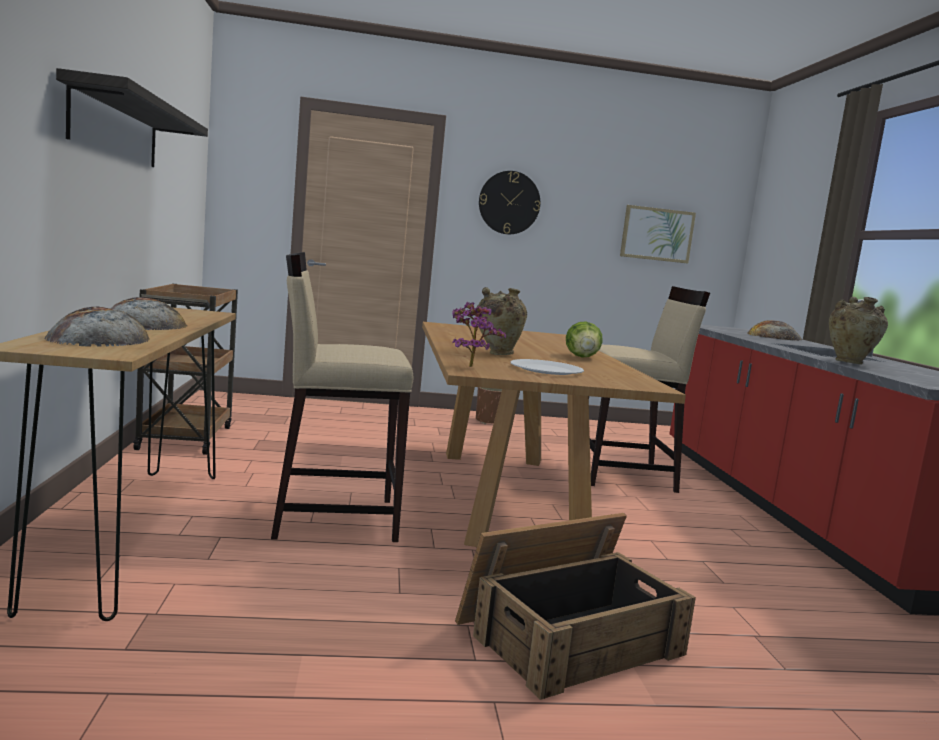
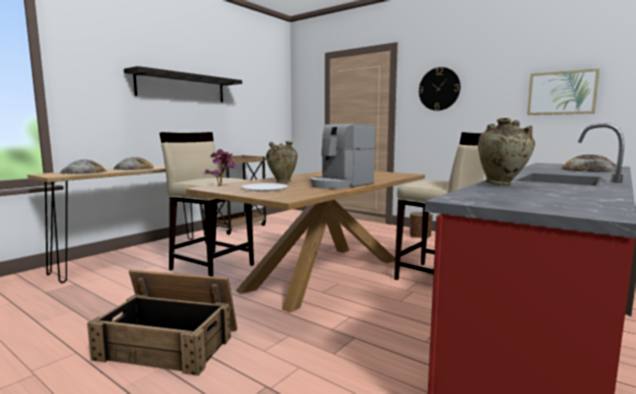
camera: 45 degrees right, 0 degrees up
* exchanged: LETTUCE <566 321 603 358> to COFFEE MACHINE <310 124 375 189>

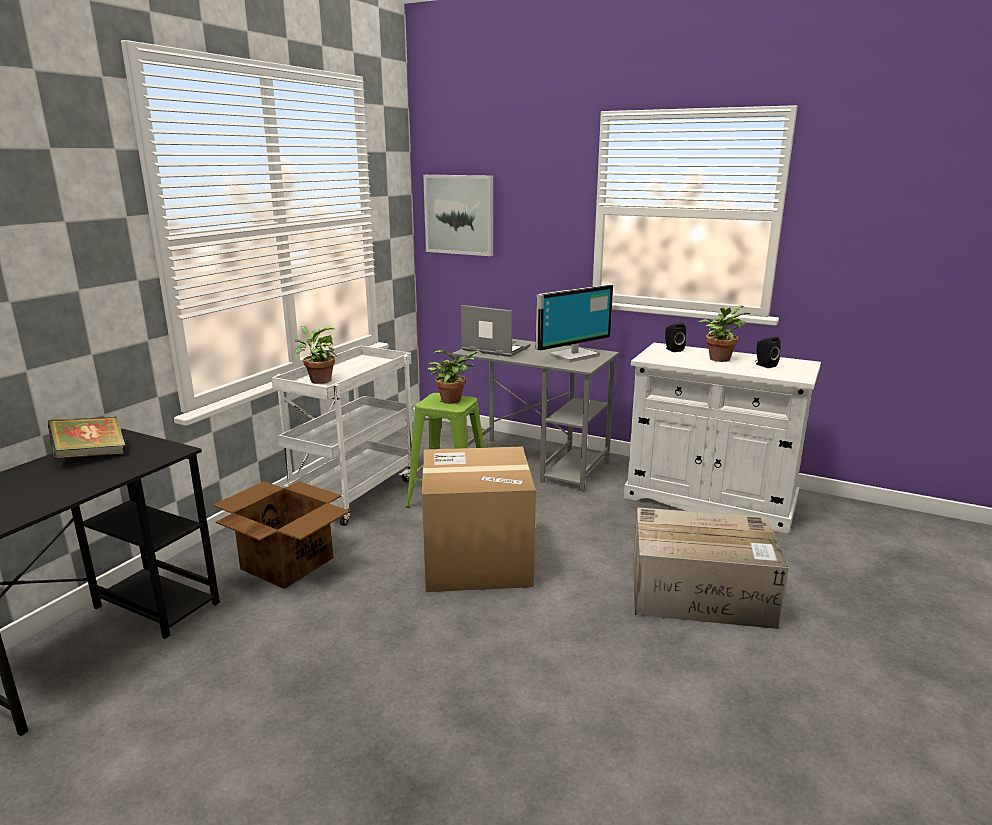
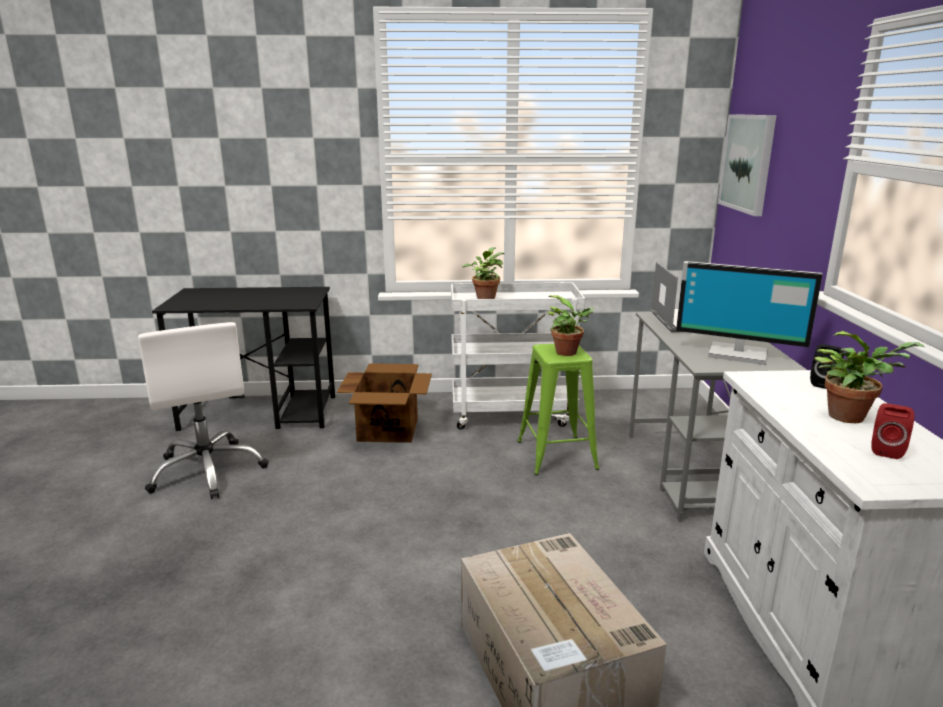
camera: 60 degrees right, 0 degrees up
* appeared: WHITE OFFICE CHAIR <138 322 269 499>
* colour: BLACK SPEAKER <755 337 781 368> to RED SPEAKER <871 403 914 459>
* missing: BOOK <48 417 125 459>
* missing: CARDBOARD BOX <422 446 536 592>

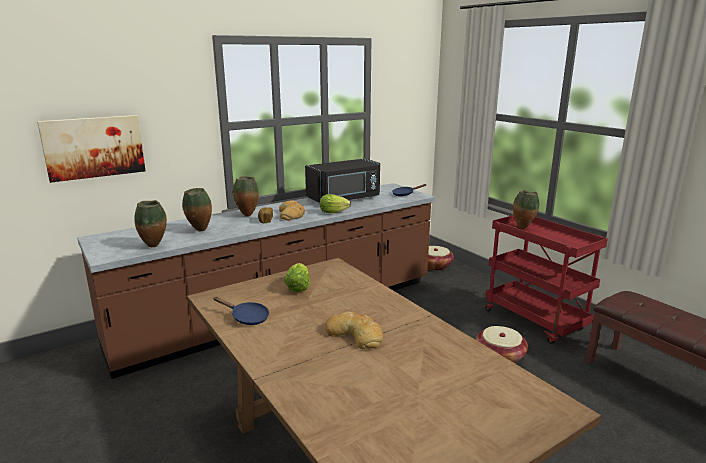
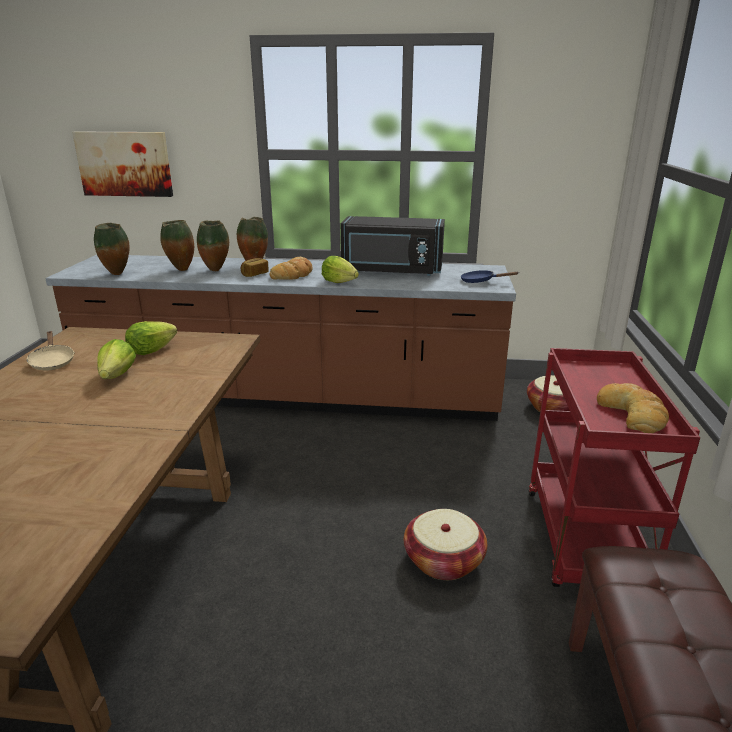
camera: 40 degrees right, 5 degrees up
* colour: BLUE FRYING PAN <213 297 269 325> to BEIGE FRYING PAN <26 331 75 371>
* appeared: LETTUCE <97 339 136 379>
* relocated: VASE <513 190 539 228> to <197 220 229 271>
* relocated: BREAD <325 311 383 349> to <597 383 669 433>

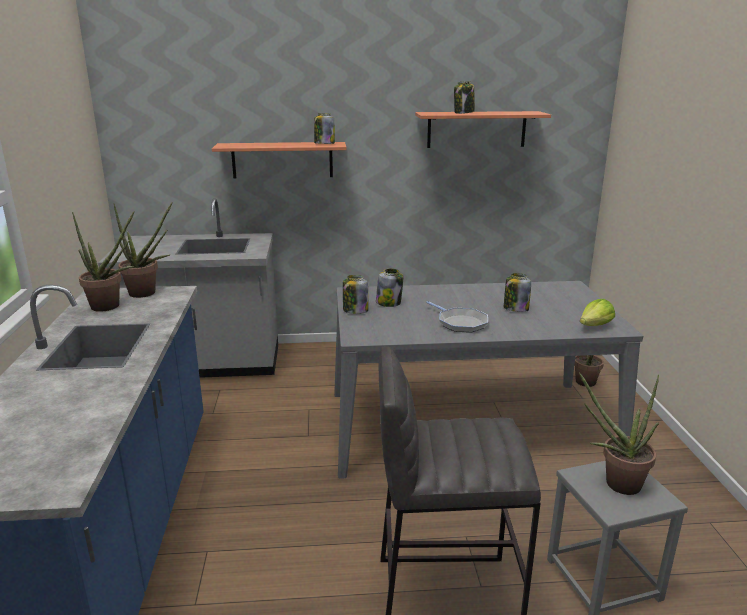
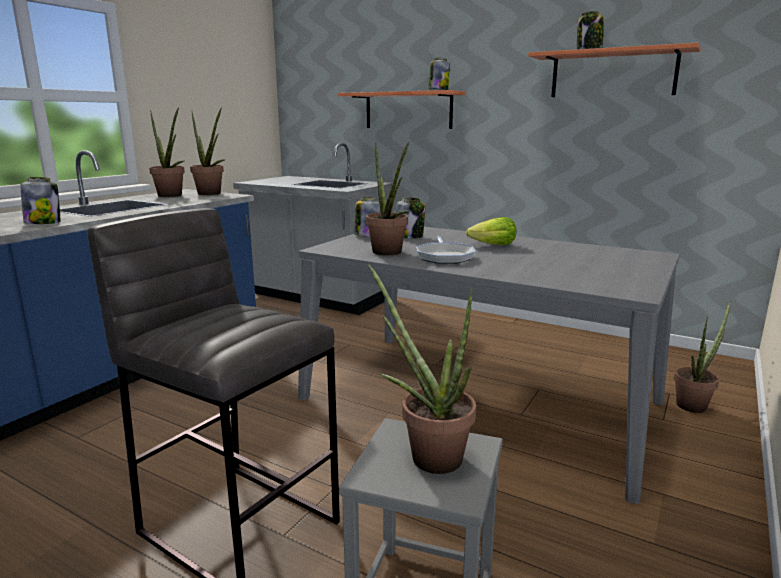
camera: 35 degrees right, 5 degrees down
* relocated: JAR <504 273 531 312> to <21 177 61 224>
* appeared: POTTED PLANT <366 142 410 255>
* relocated: LETTUCE <580 299 615 326> to <466 217 516 245>

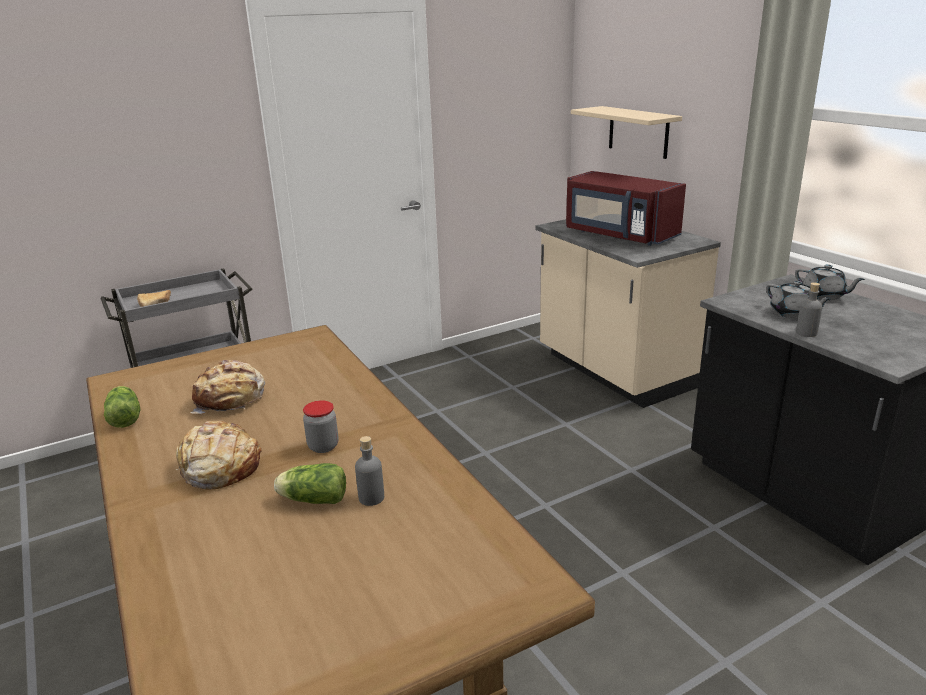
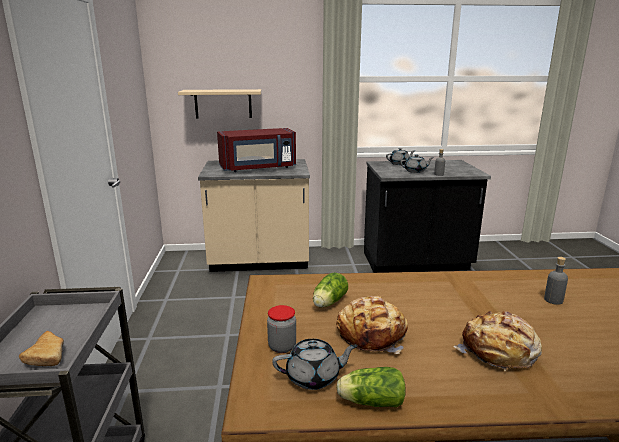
camera: 65 degrees left, 5 degrees down
* relocated: JAR <303 400 339 453> to <267 305 296 353>
* appeared: GREY TEAPOT <272 339 358 390>
* relocated: LETTUCE <274 463 346 504> to <313 273 348 308>

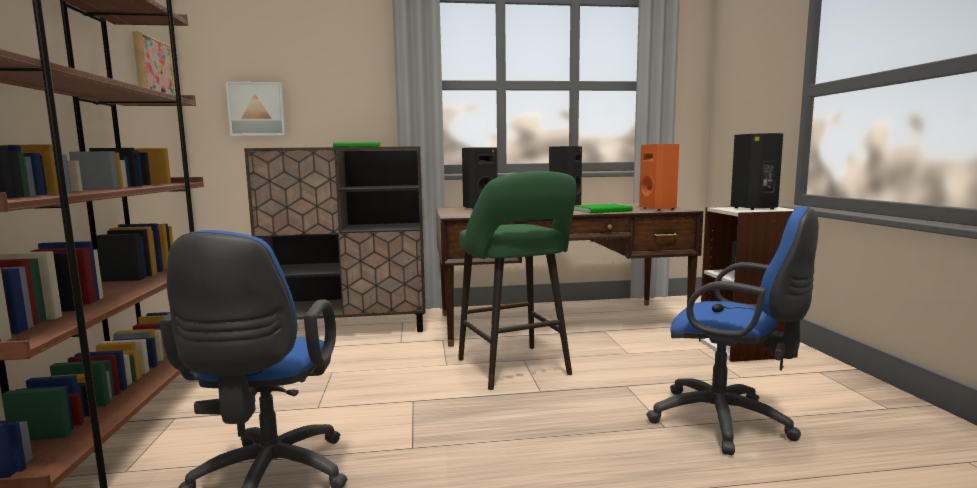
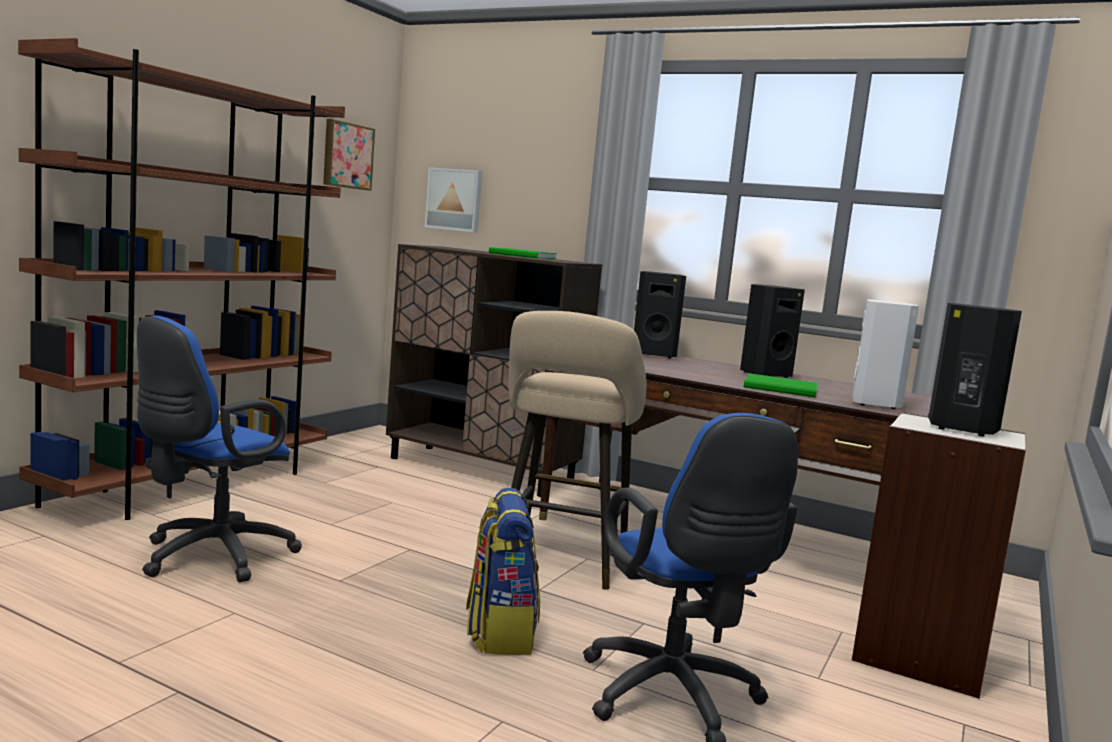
camera: 35 degrees right, 0 degrees up
* appeared: BACKPACK <466 488 540 655>
* colour: GREEN STOOL <458 171 576 390> to BEIGE STOOL <509 311 646 590>
* colour: ORANGE SPEAKER <639 144 679 210> to WHITE SPEAKER <852 299 919 409>

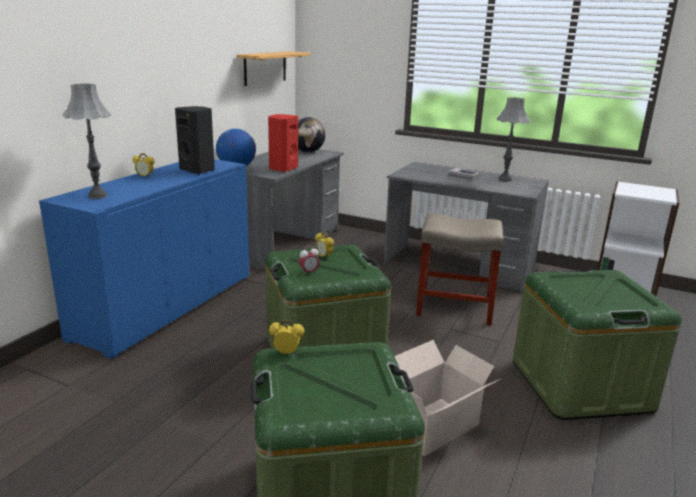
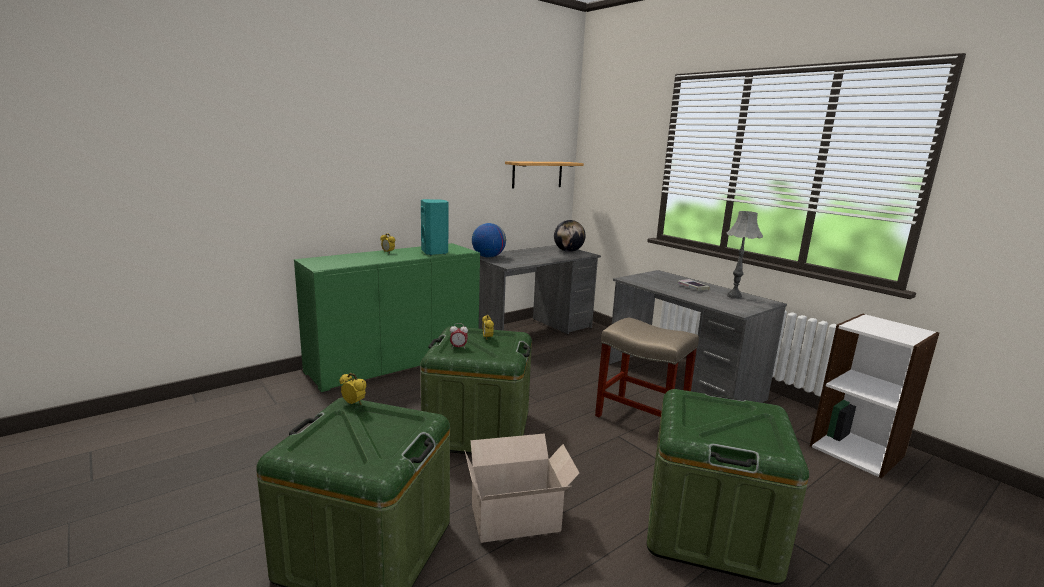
camera: 25 degrees right, 5 degrees down
* colour: BLUE CABINET <39 159 249 359> to GREEN CABINET <294 243 480 392>
* colour: BLACK SPEAKER <175 106 215 174> to TURQUOISE SPEAKER <421 199 448 255>
* missing: GREY TABLE LAMP <63 84 111 199>
* missing: RED SPEAKER <268 114 298 172>

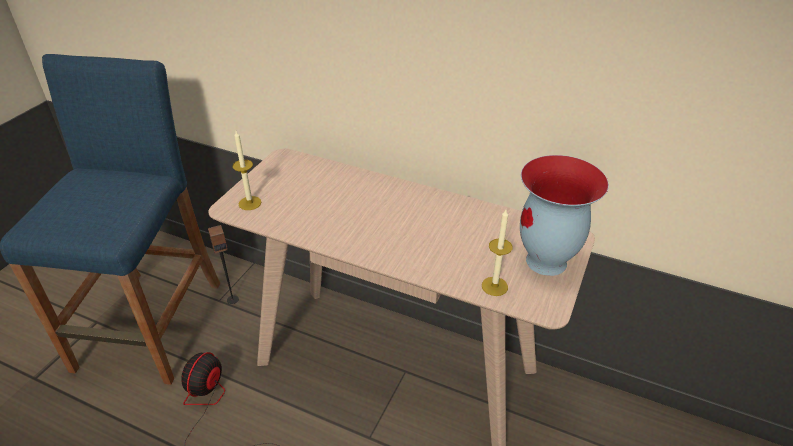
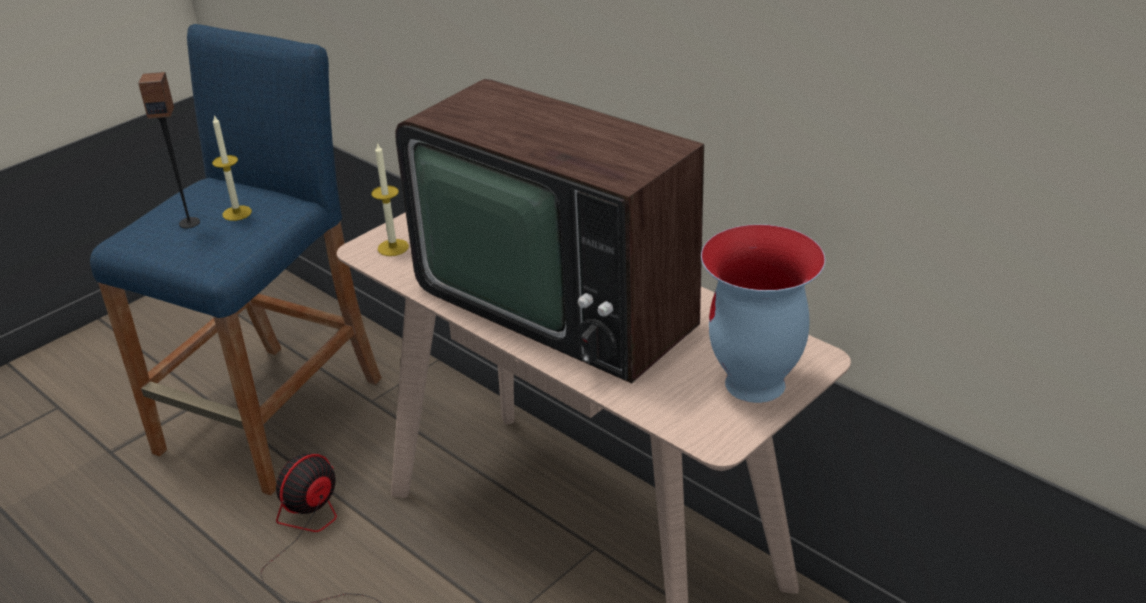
camera: 20 degrees right, 5 degrees down
* relocated: SPEAKER <208 225 239 304> to <138 72 200 228>
* relocated: CANDLE <482 210 513 296> to <212 114 252 221>
* appeared: TELEVISION <395 79 704 383>

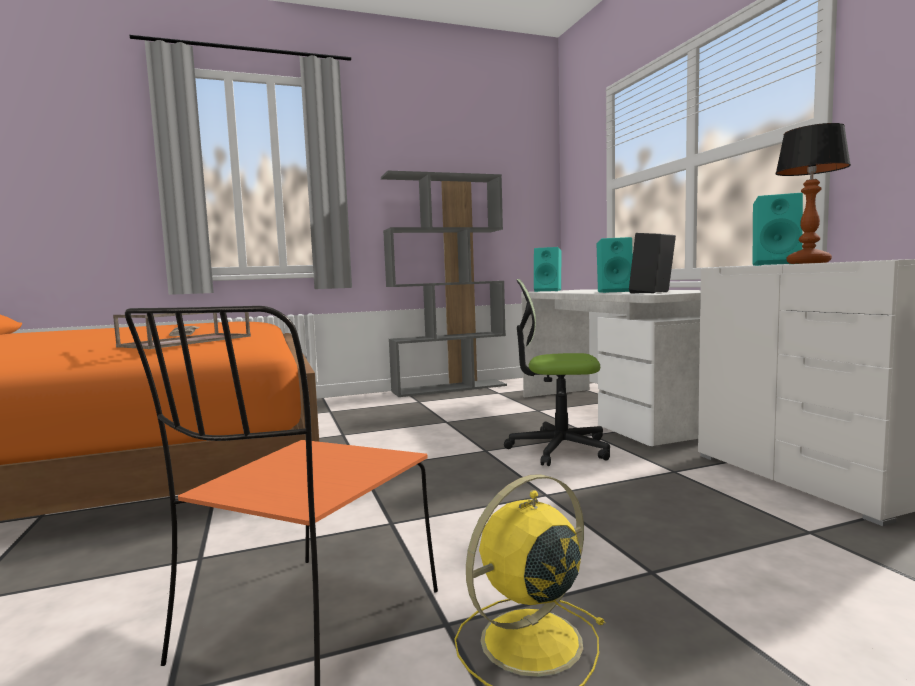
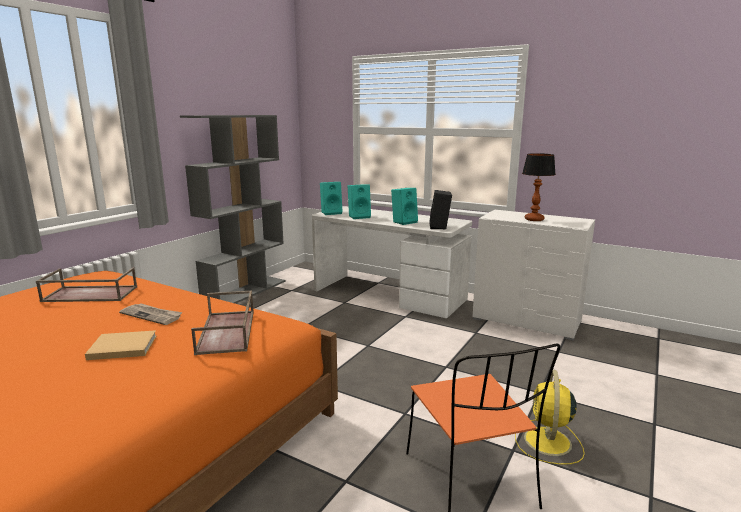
camera: 40 degrees left, 10 degrees up
* appeared: BROWN TRAY <36 268 137 302>
* appeared: BEIGE BOOK <85 330 157 360>
* relocated: TURQUOISE SPEAKER <752 193 803 266> to <348 184 371 219>
* missing: OFFICE CHAIR <504 279 610 466>

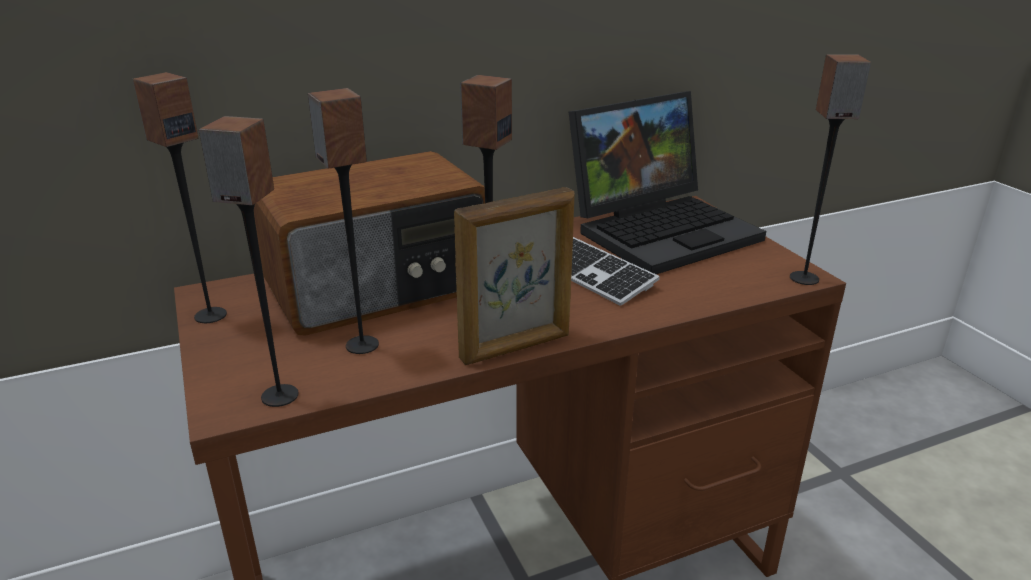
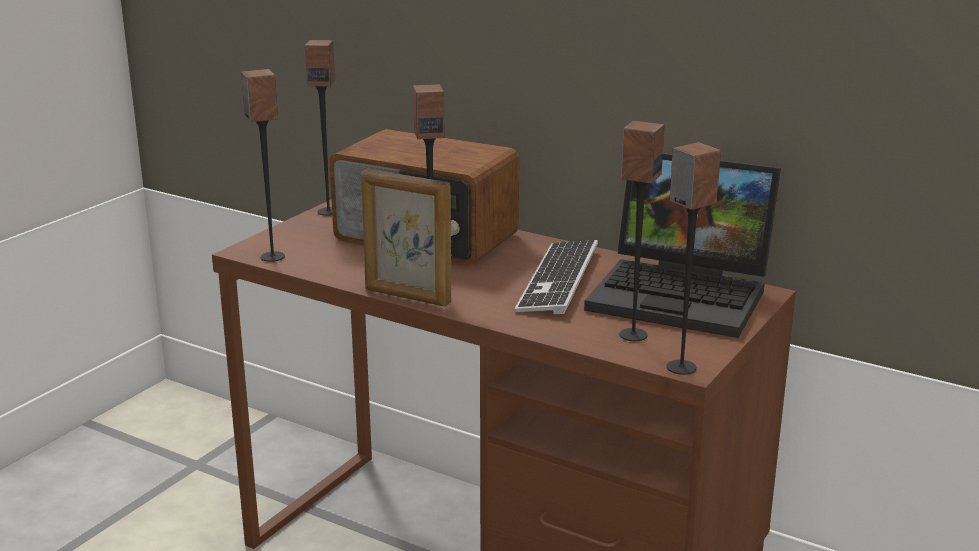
camera: 55 degrees right, 5 degrees down
* relocated: SPEAKER <308 88 379 354> to <619 121 664 341>

